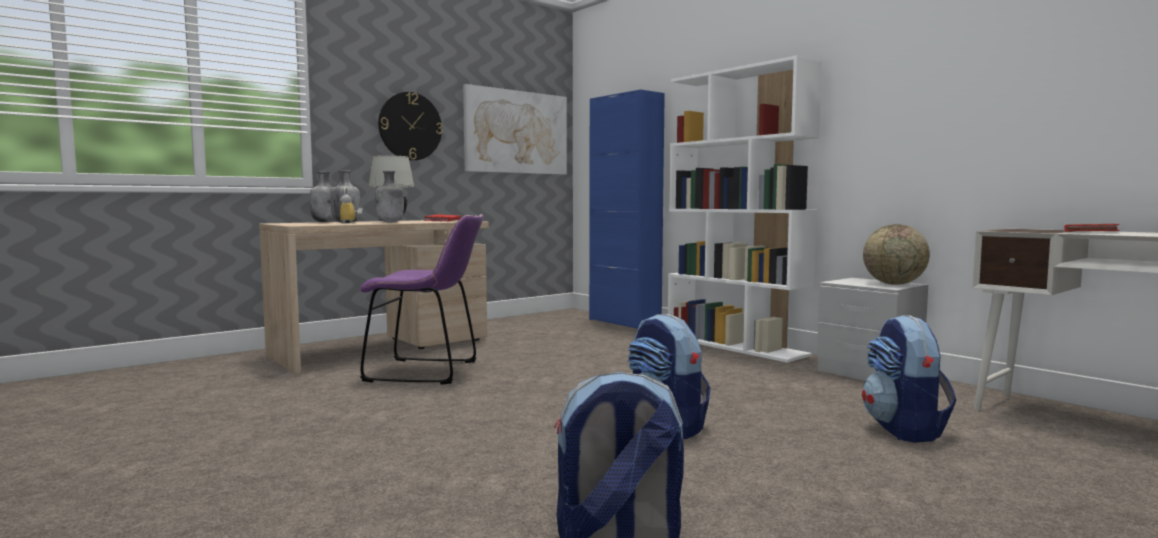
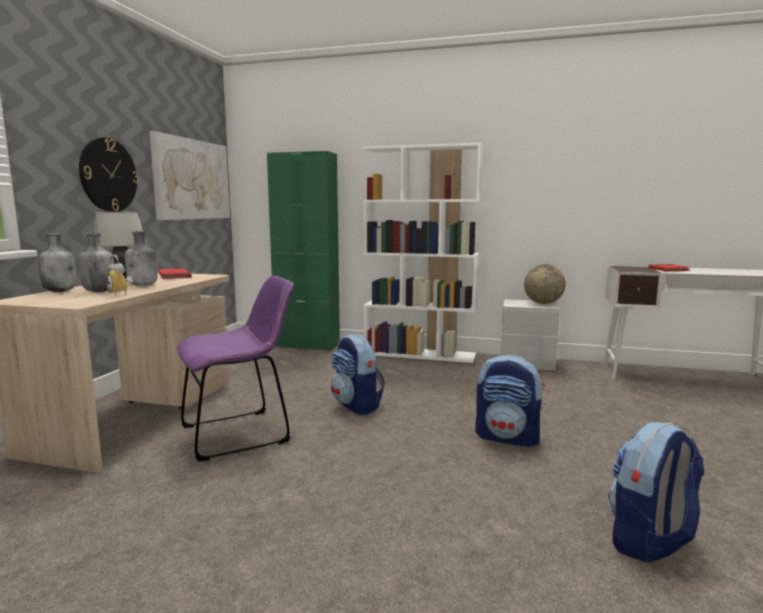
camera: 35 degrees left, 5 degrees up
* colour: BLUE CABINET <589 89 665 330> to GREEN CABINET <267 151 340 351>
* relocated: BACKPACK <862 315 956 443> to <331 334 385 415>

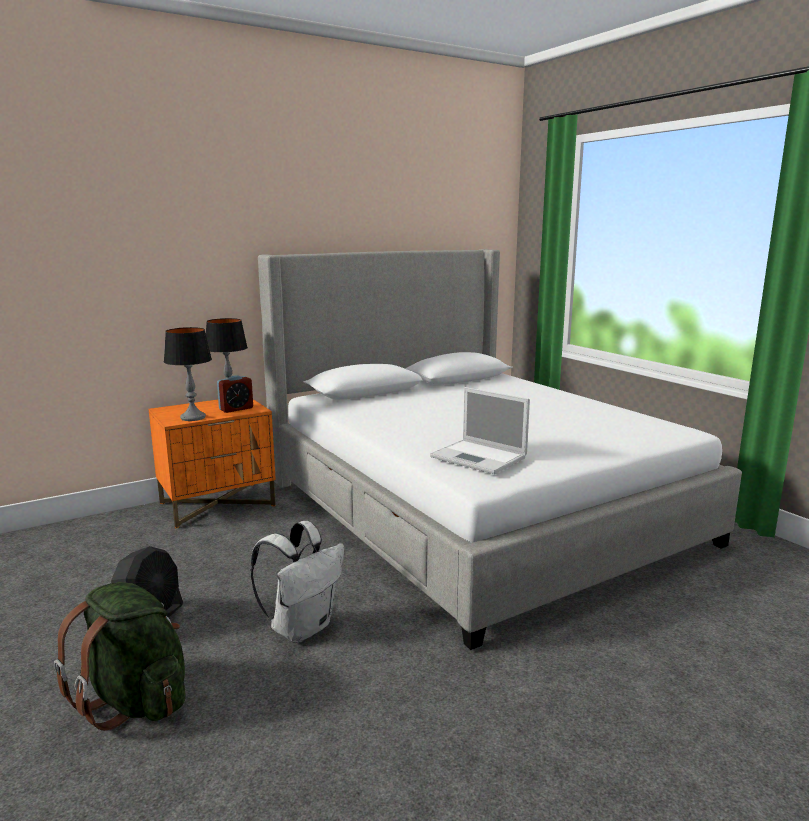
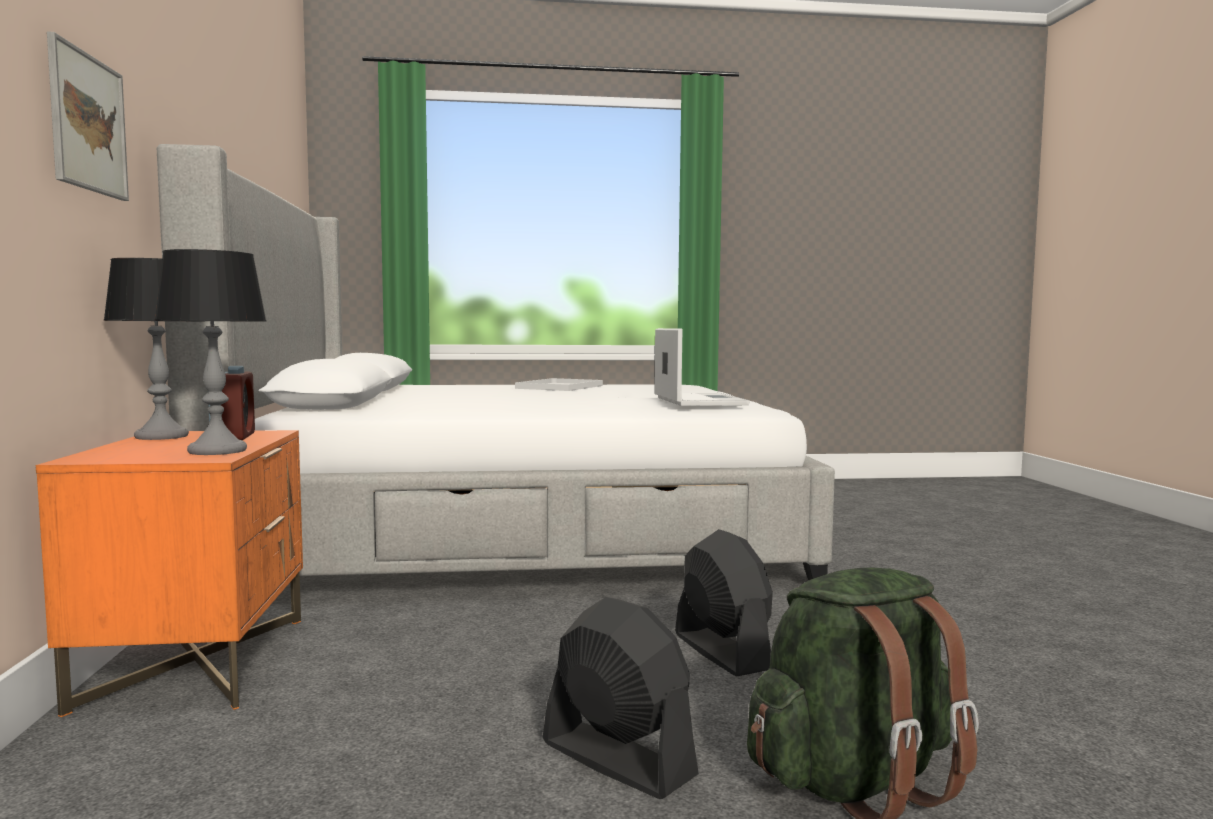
camera: 65 degrees left, 10 degrees down
* appeared: PICTURE <47 32 129 201>
* appeared: WHITE TRAY <515 378 603 391>
* spun: LAPTOP <430 387 530 474> = <654 328 750 406> 75 degrees counterclockwise
* exchanged: WHITE BACKPACK <250 521 344 642> to BLACK FAN <675 529 773 676>

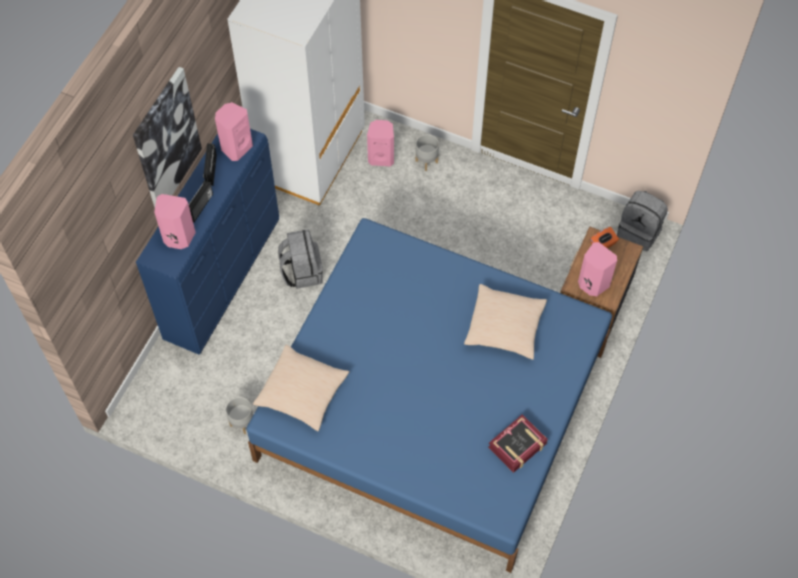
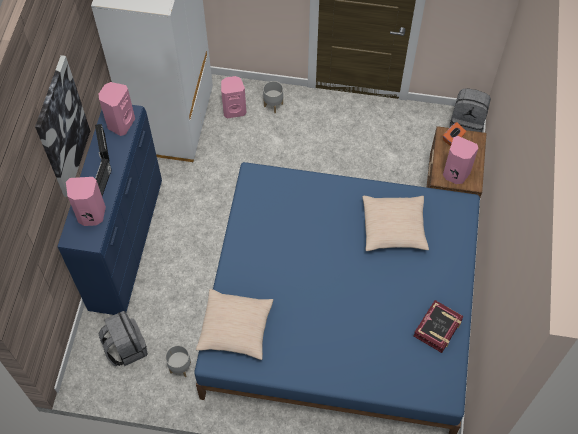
camera: 15 degrees left, 0 degrees up
* relocated: GREY BACKPACK <278 229 323 289> to <98 311 148 366>

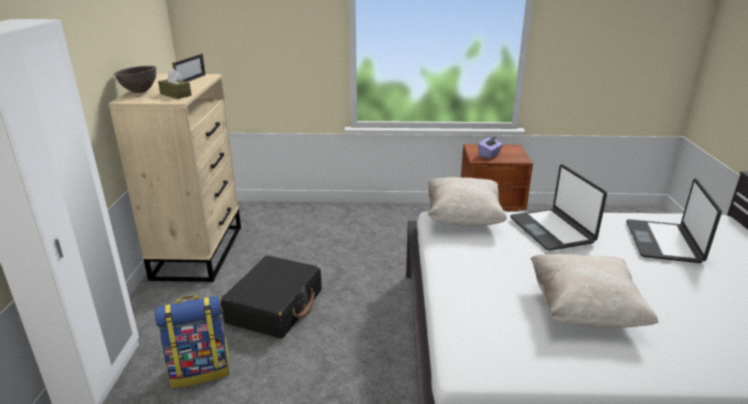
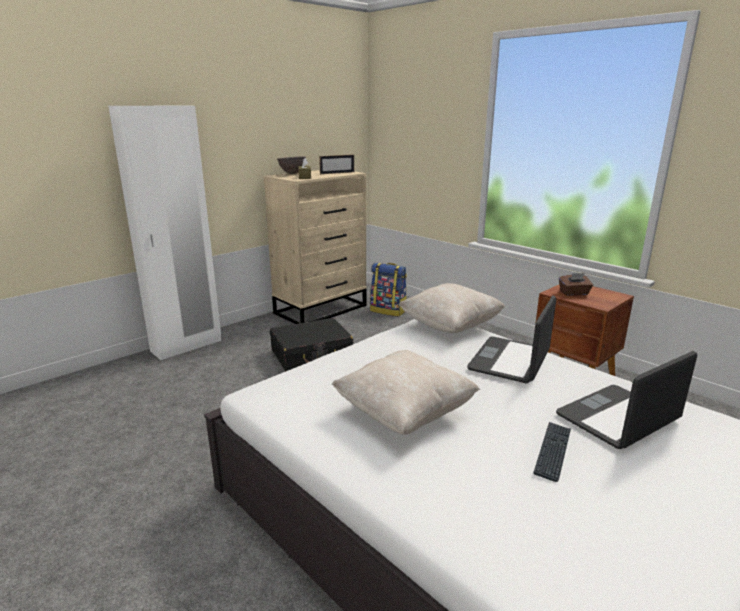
camera: 45 degrees right, 5 degrees down
* relocated: BACKPACK <155 295 229 388> to <370 263 407 317>
* appeared: KEYBOARD <533 422 571 482>
* colour: PURPLE TISSUE BOX <478 136 503 159> to BROWN TISSUE BOX <559 273 593 296>

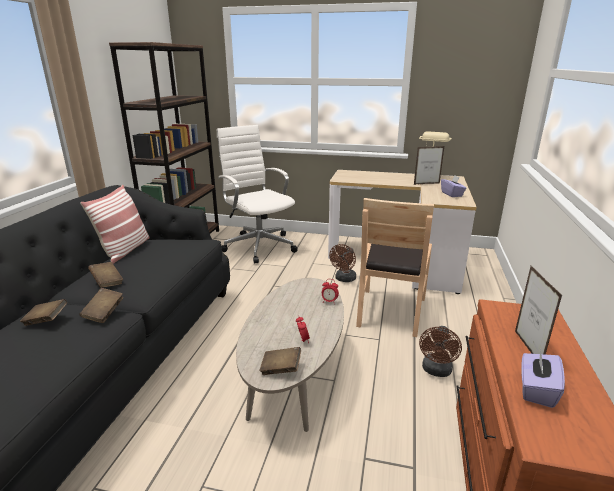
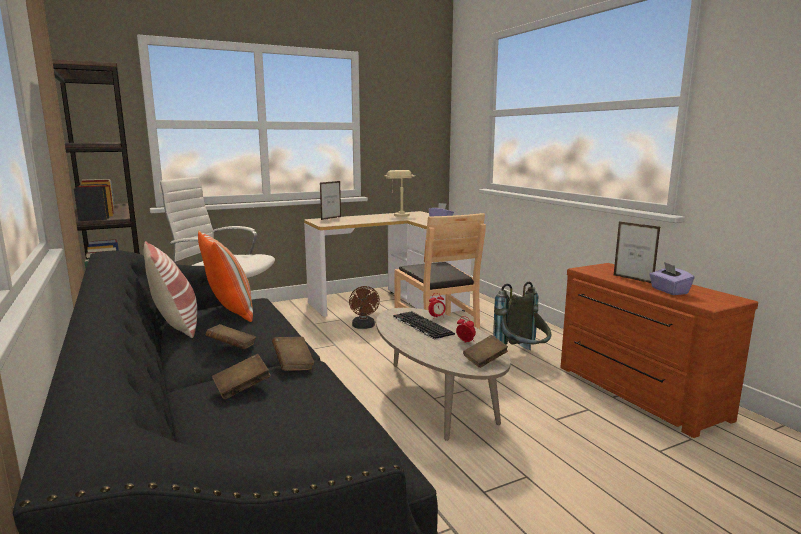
camera: 40 degrees left, 10 degrees down
* appeared: PILLOW <198 231 253 322>
* relocated: PICTURE FRAME <414 146 444 185> to <320 181 341 220>
* appeared: KEYBOARD <393 311 455 340>
* exchanged: BROWN FAN <419 326 462 377> to GREY BACKPACK <493 282 551 350>

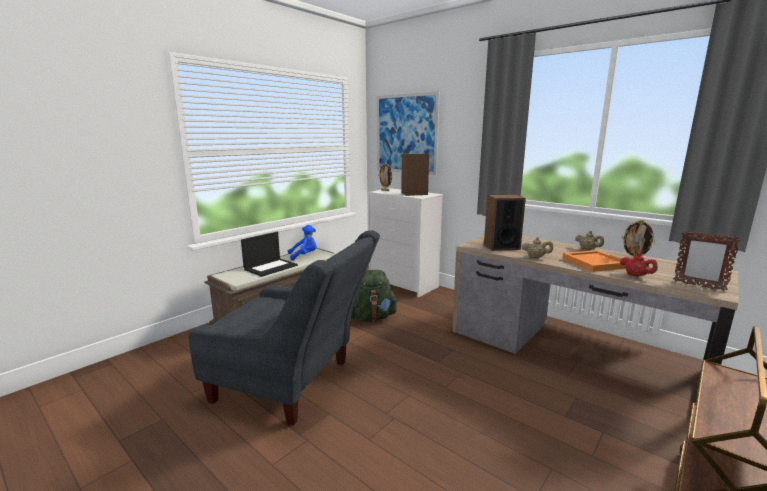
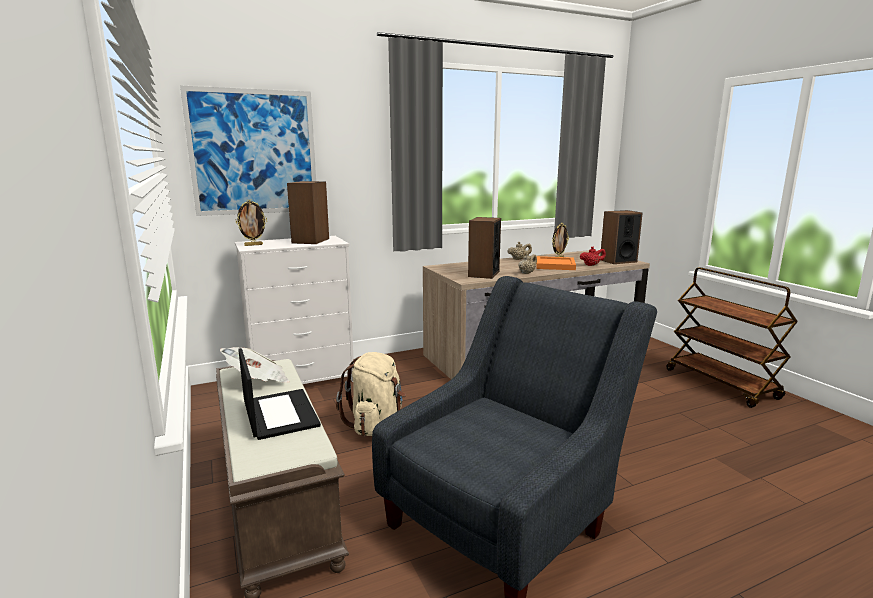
camera: 65 degrees left, 0 degrees up
* exchanged: BLUE PLUSH TOY <288 225 317 260> to NEWSPAPER <220 347 289 383>
* colour: GREEN BACKPACK <351 270 397 322> to BEIGE BACKPACK <336 352 406 436>
* exchanged: PICTURE FRAME <674 231 741 291> to SPEAKER <600 210 643 264>

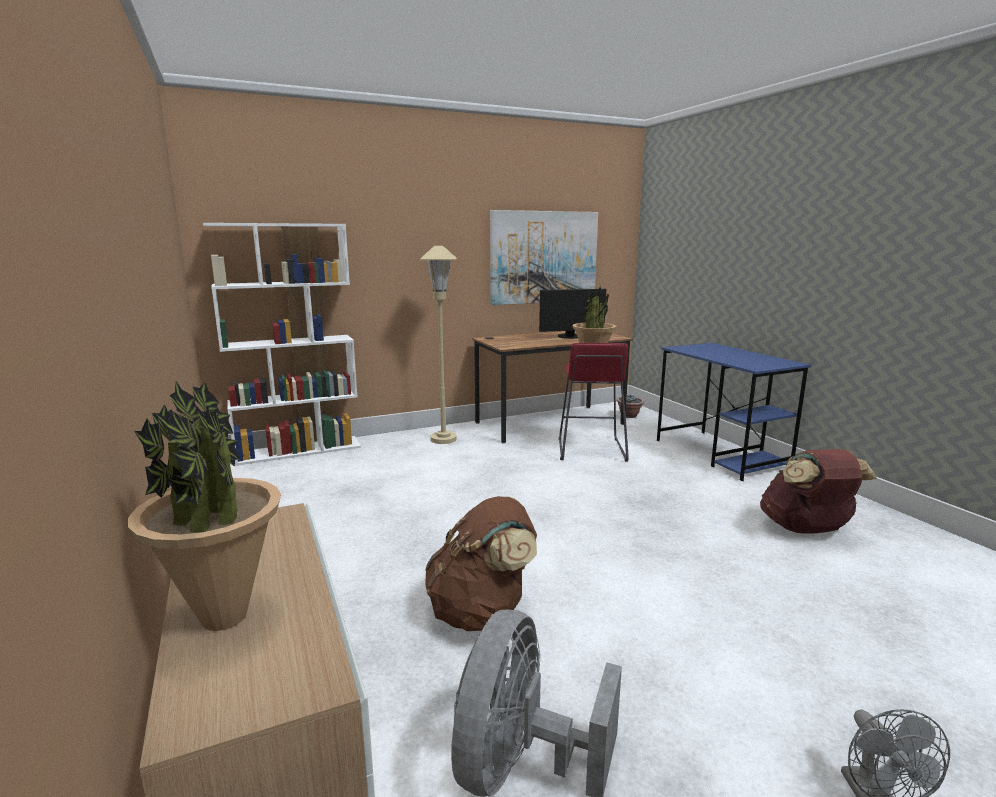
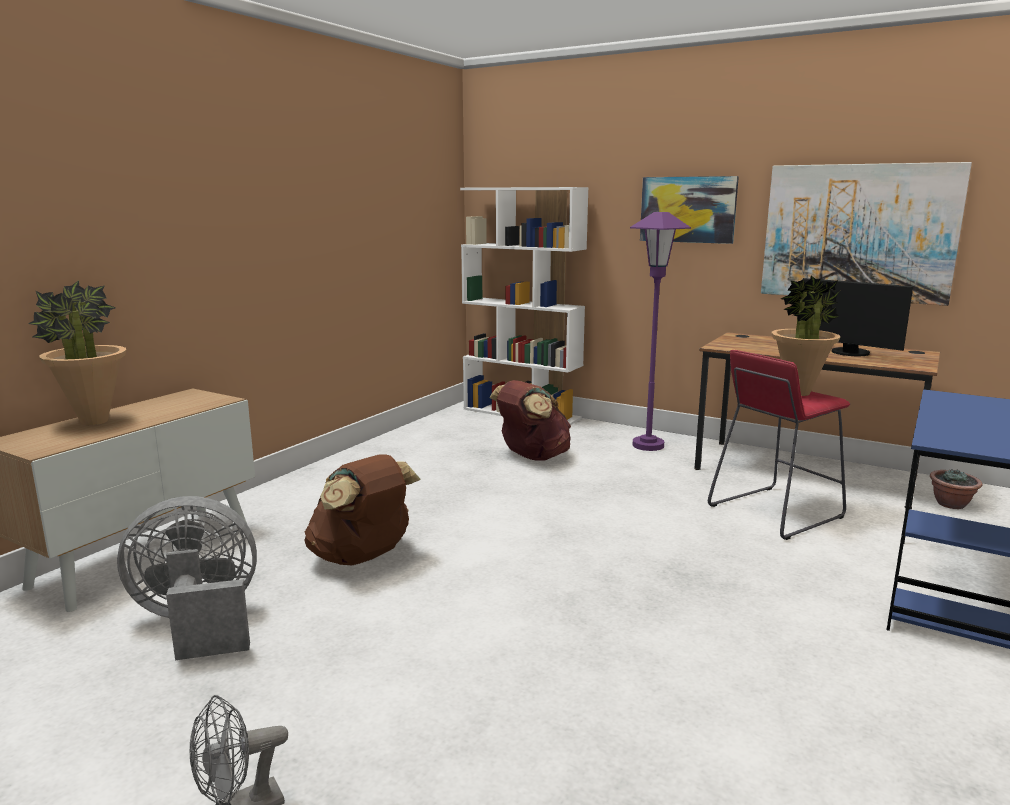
camera: 55 degrees right, 0 degrees up
* relocated: BROWN BACKPACK <760 449 877 533> to <489 380 571 461>
* colour: BEIGE FLOOR LAMP <420 246 457 444> to PURPLE FLOOR LAMP <630 212 691 451>
* appeared: PICTURE <640 176 739 244>

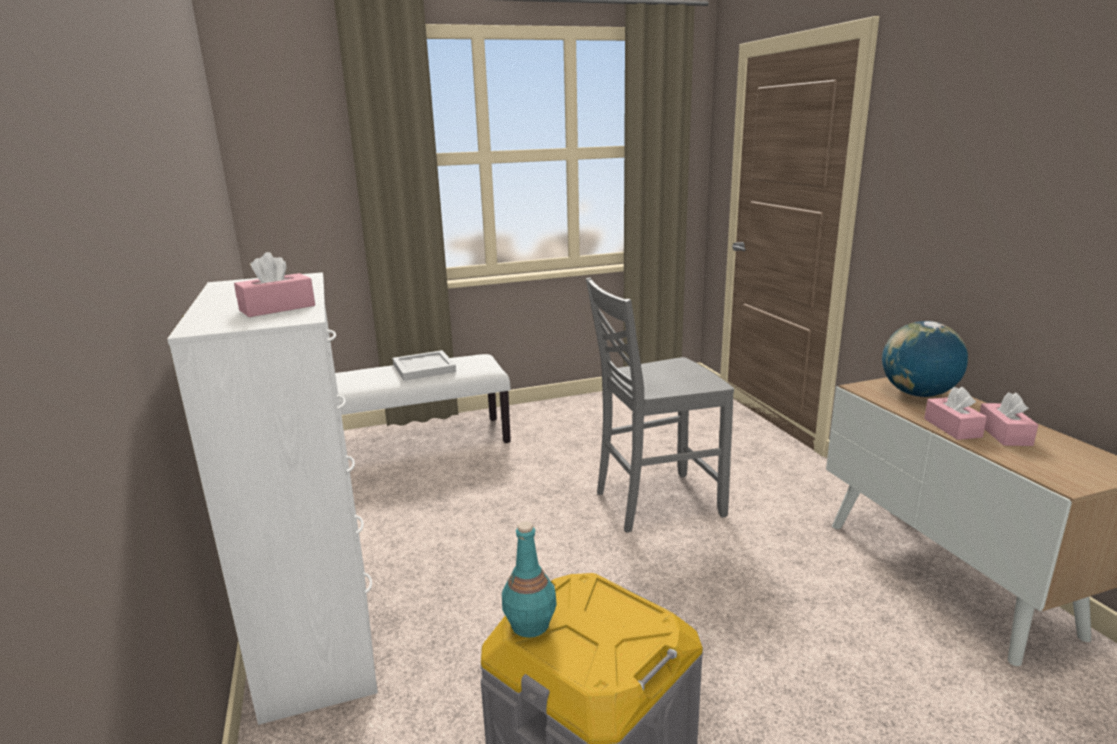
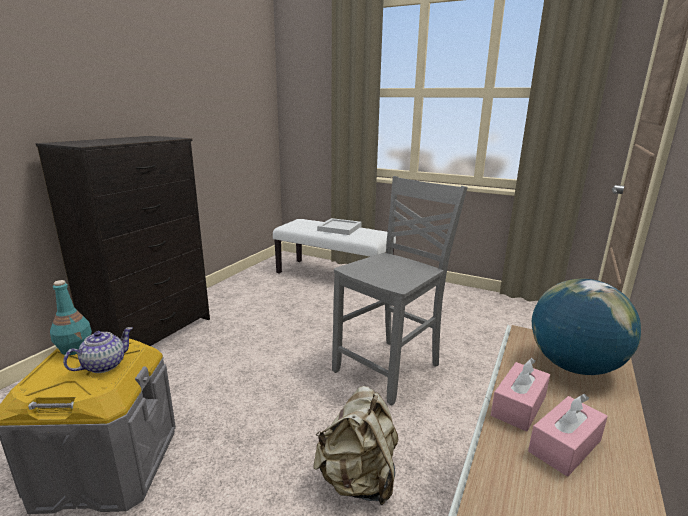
camera: 45 degrees right, 0 degrees up
* colour: WHITE DRESSER <167 272 378 725> to BLACK DRESSER <35 136 210 346>
* appeared: TEAPOT <63 327 133 373>
* appeared: BEIGE BACKPACK <313 386 398 505>
* spun: GREY CHAIR <586 277 734 533> = <332 176 468 406> 105 degrees clockwise
* missing: PINK TISSUE BOX <234 252 315 317>

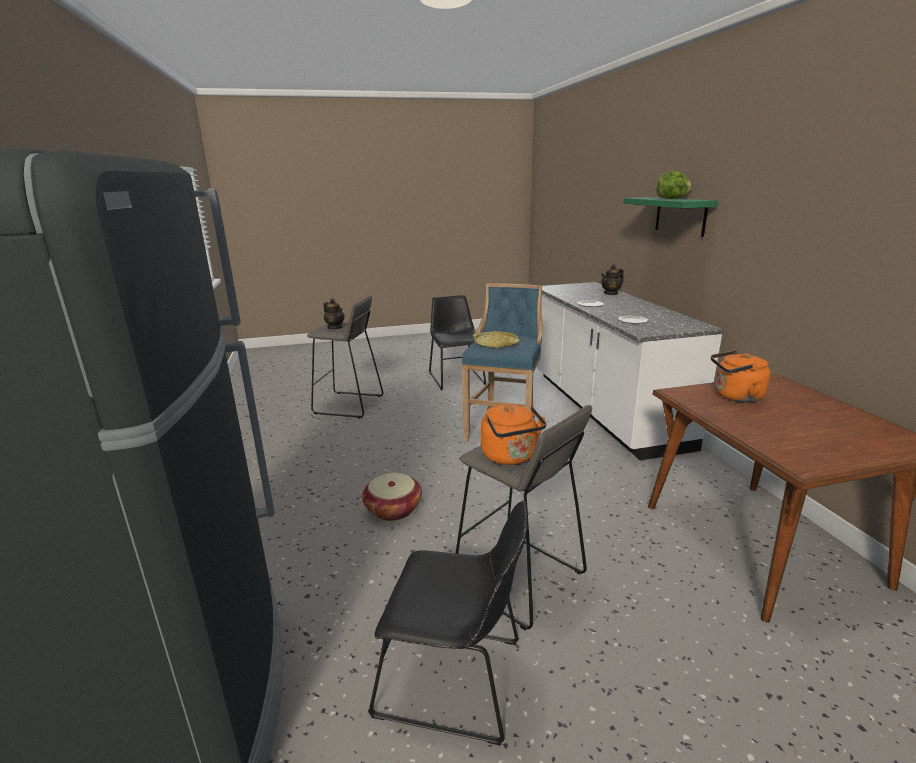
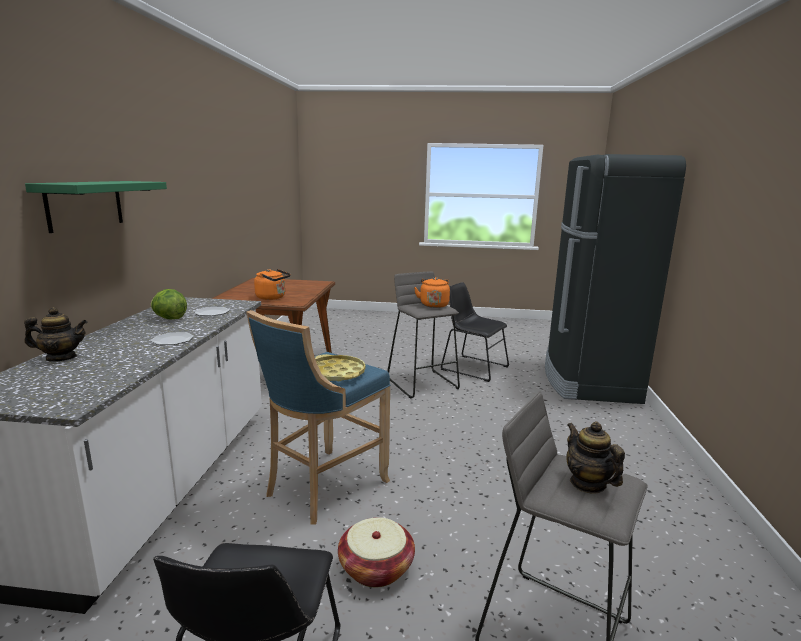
camera: 160 degrees left, 5 degrees down
* relocated: LETTUCE <656 171 692 199> to <151 289 187 319>
* relocated: BASKET <362 473 422 521> to <338 517 415 587>

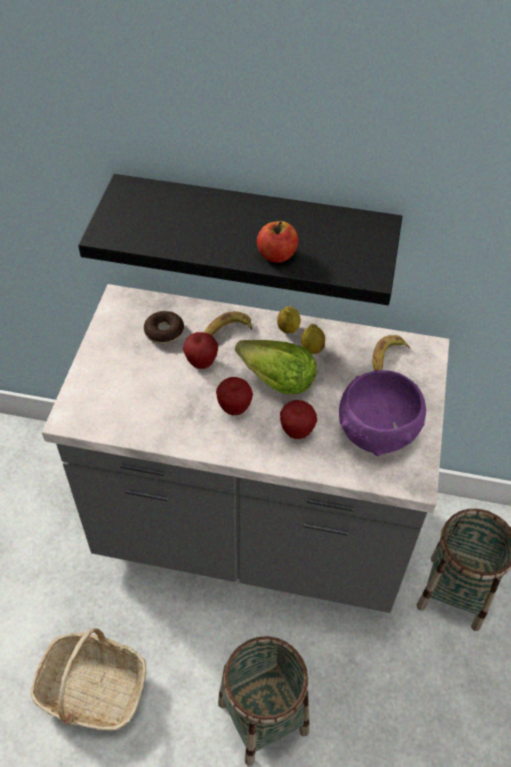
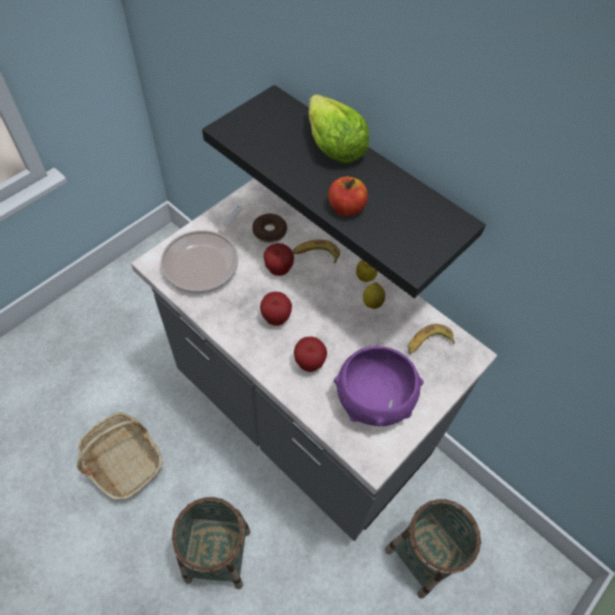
camera: 30 degrees right, 5 degrees up
* appeared: FRYING PAN <161 205 243 294>
* relocated: LETTUCE <235 340 317 394> to <309 94 369 163>

